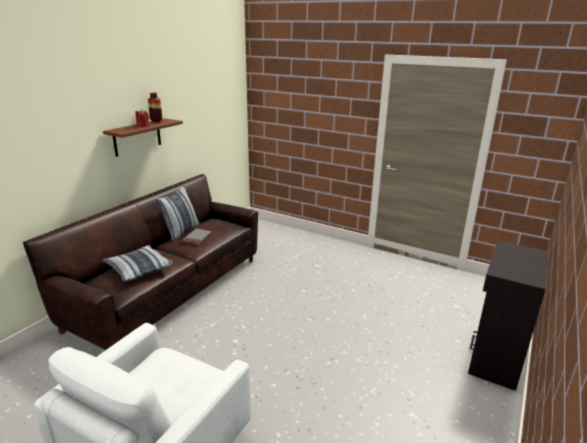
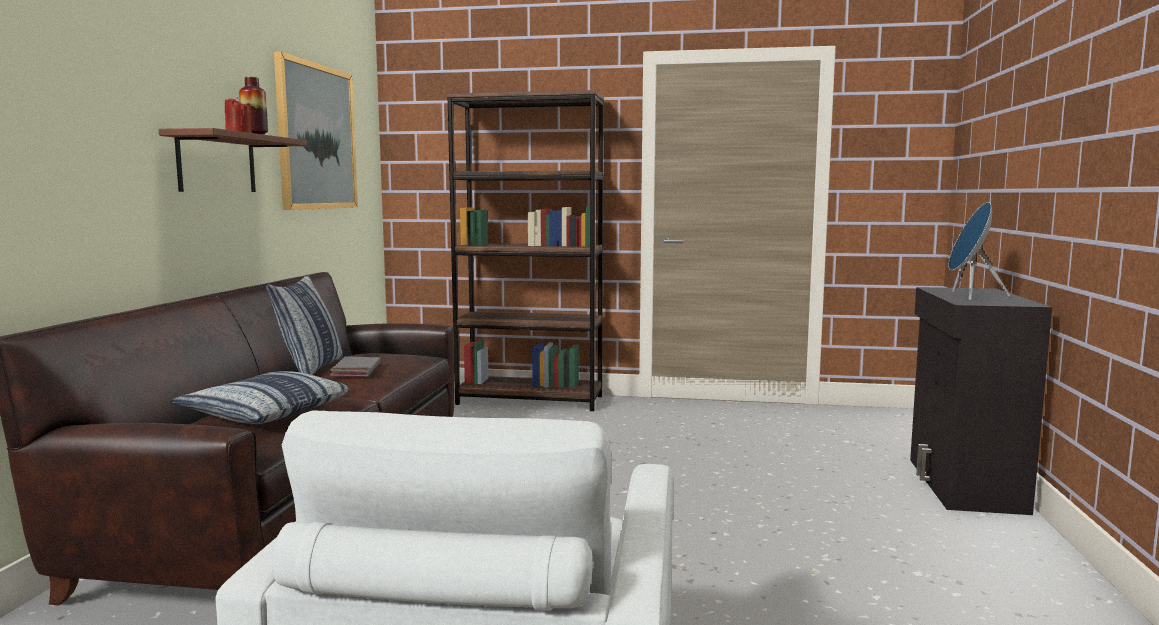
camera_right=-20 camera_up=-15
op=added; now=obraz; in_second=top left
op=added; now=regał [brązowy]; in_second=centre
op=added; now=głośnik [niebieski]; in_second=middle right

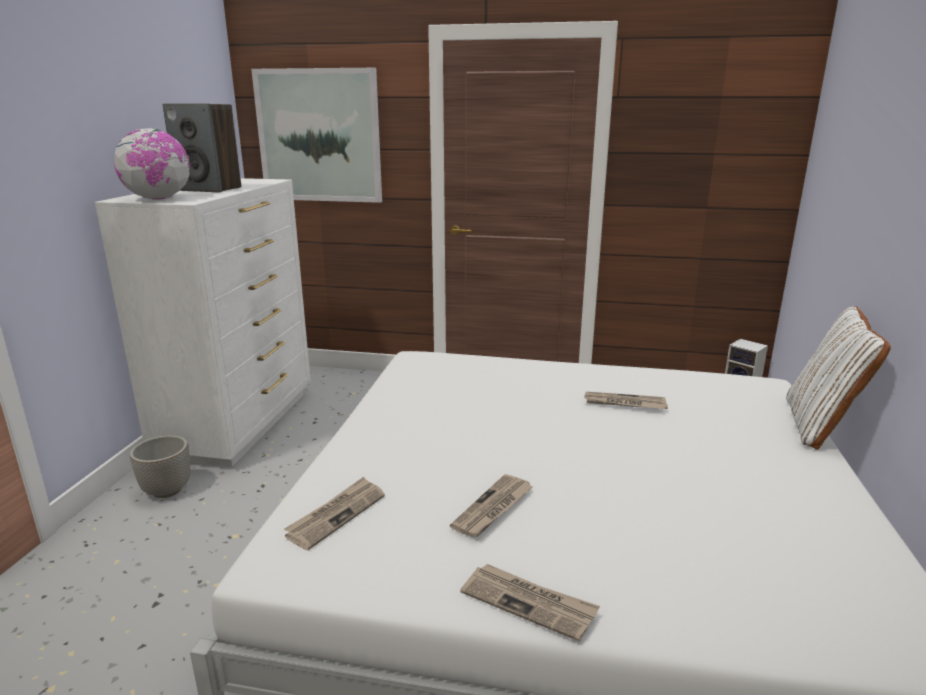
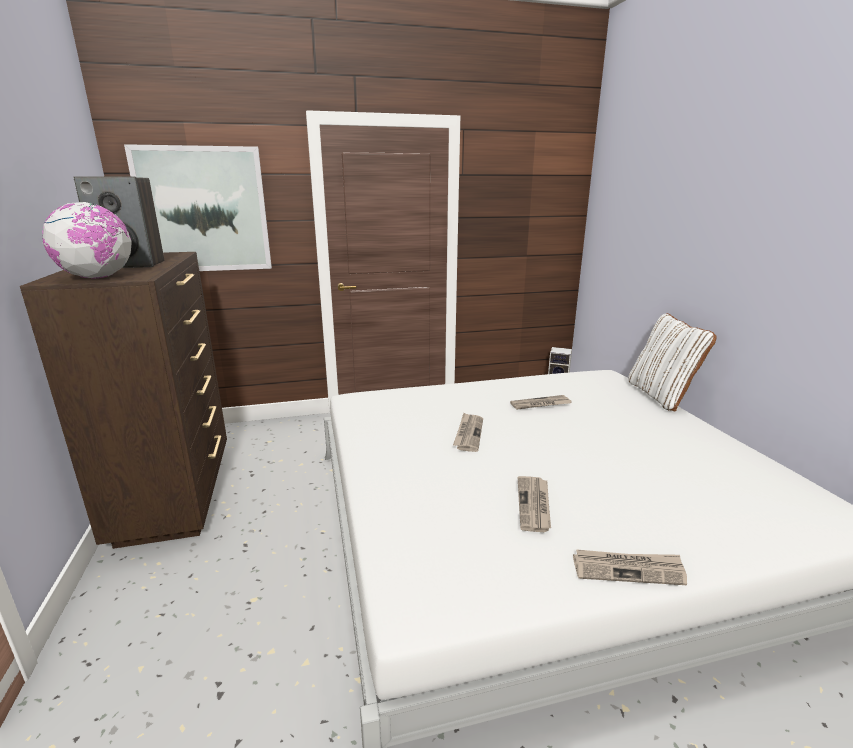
camera_right=-25 camera_up=0
op=recoloured; was=komoda [biały]; now=komoda [brązowy]; in_first=middle left; in_second=middle left
op=removed; was=donica; in_first=bottom left
op=moved; was=gazeta (1st from left); in_first=bottom centre; in_second=centre

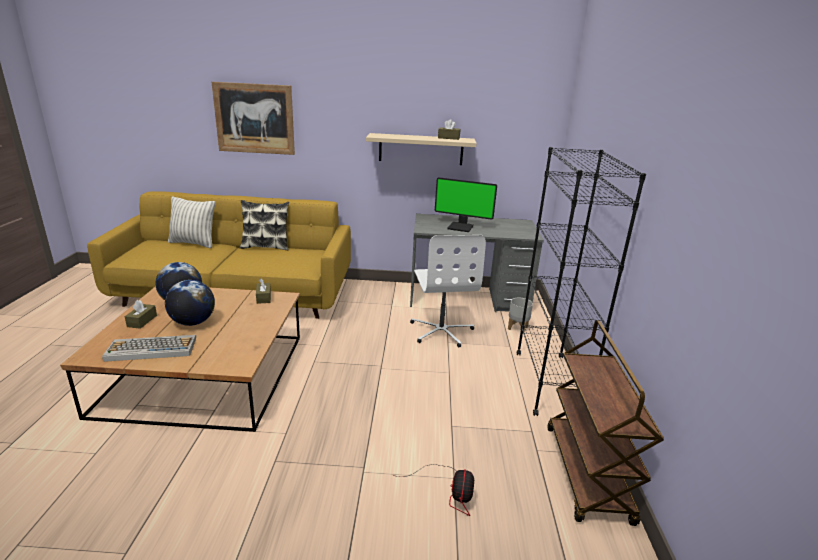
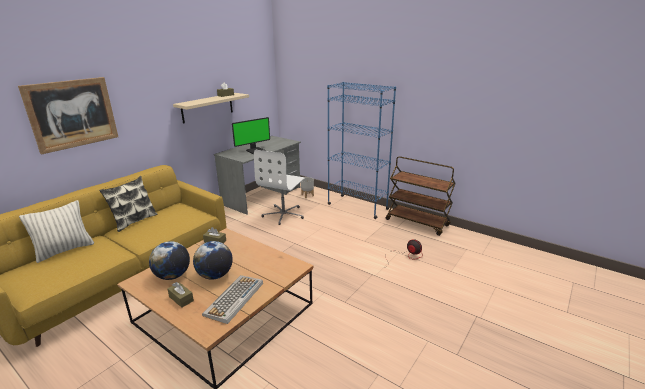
camera_right=-55 camera_up=0
op=recoloured; was=regał [czarny]; now=regał [niebieski]; in_first=middle right; in_second=centre
op=turned; was=krzesło biurowe [biały]; in_first=centre; in_second=centre; clockwise=90

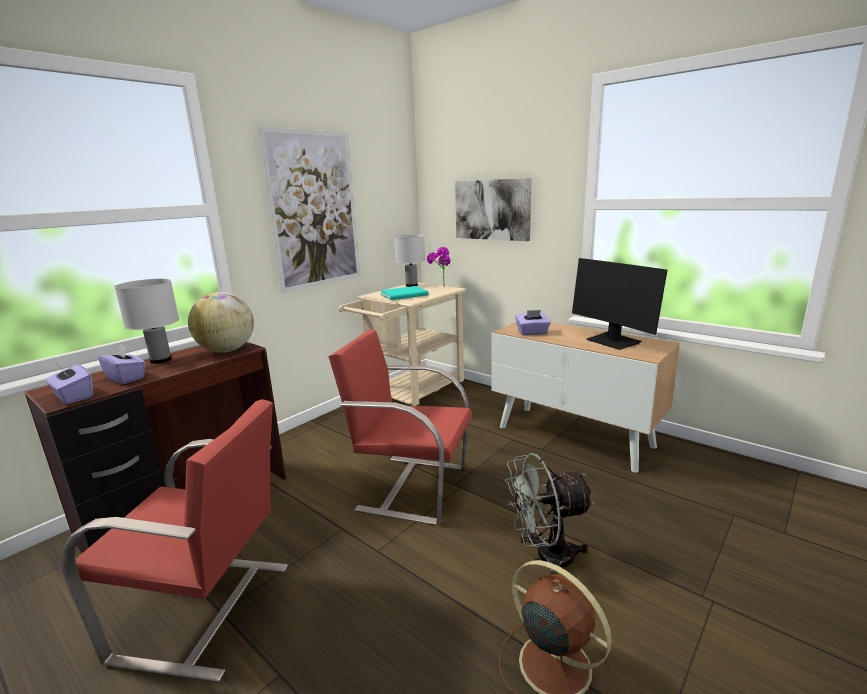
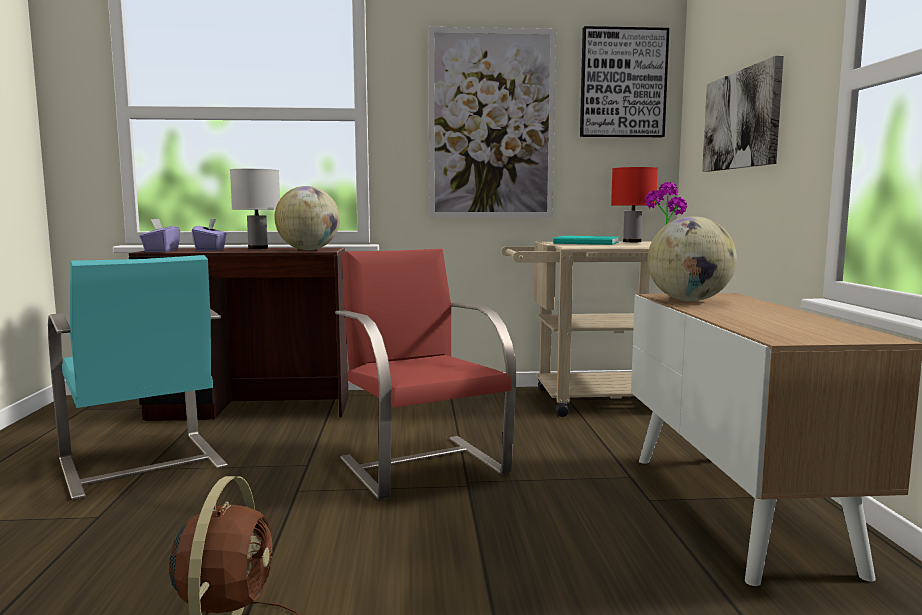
camera_right=45 camera_up=-10
op=recoloured; was=lampa stołowa [biały] (2nd from left); now=lampa stołowa [czerwony]; in_first=centre; in_second=top right
op=removed; was=monitor; in_first=middle right
op=replaced; was=pudełko chusteczek [fioletowy] (3rd from left); now=globus (2nd from left); in_first=centre; in_second=middle right
op=recoloured; was=krzesło [czerwony] (1st from left); now=krzesło [turkusowy]; in_first=bottom left; in_second=middle left
op=removed; was=wentylator [szary]; in_first=bottom centre
op=added; now=obraz (2nd from left); in_second=top right

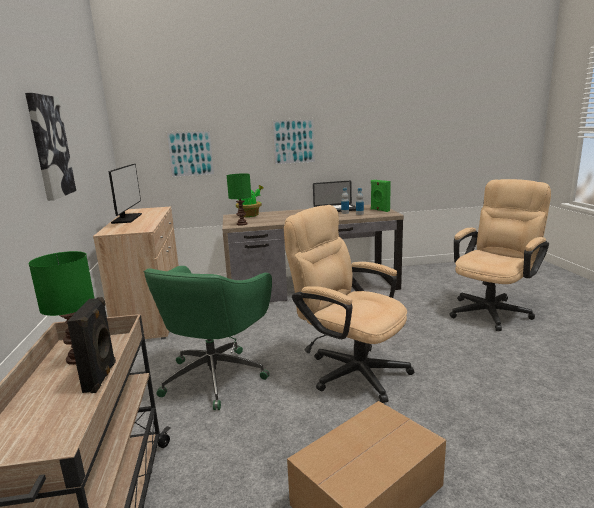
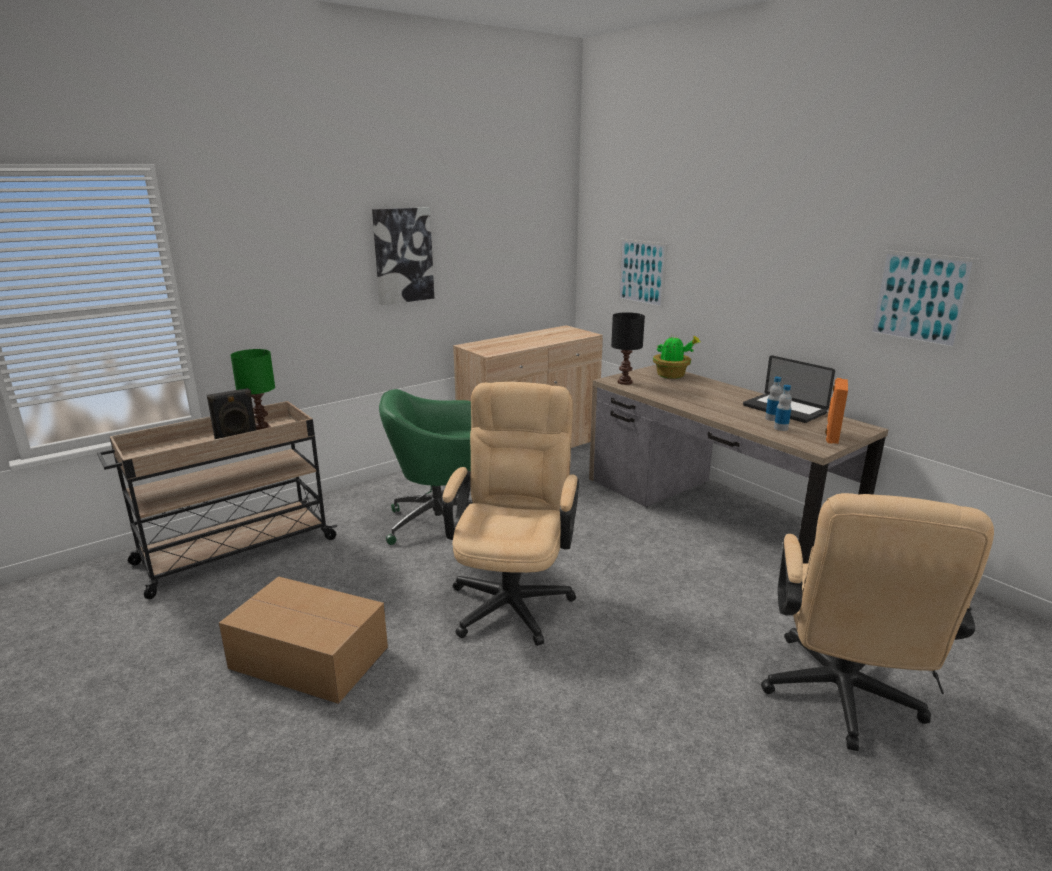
camera_right=60 camera_up=5
op=moved; was=obraz (3rd from left); in_first=top centre; in_second=middle right
op=removed; was=monitor; in_first=middle left
op=recoloured; was=lampa stołowa [zielony] (2nd from left); now=lampa stołowa [czarny]; in_first=centre; in_second=centre
op=turned; was=krzesło biurowe [beżowy] (2nd from left); in_first=middle right; in_second=bottom right; clockwise=90
op=recoloured; was=głośnik [zielony]; now=głośnik [pomarańczowy]; in_first=centre; in_second=middle right

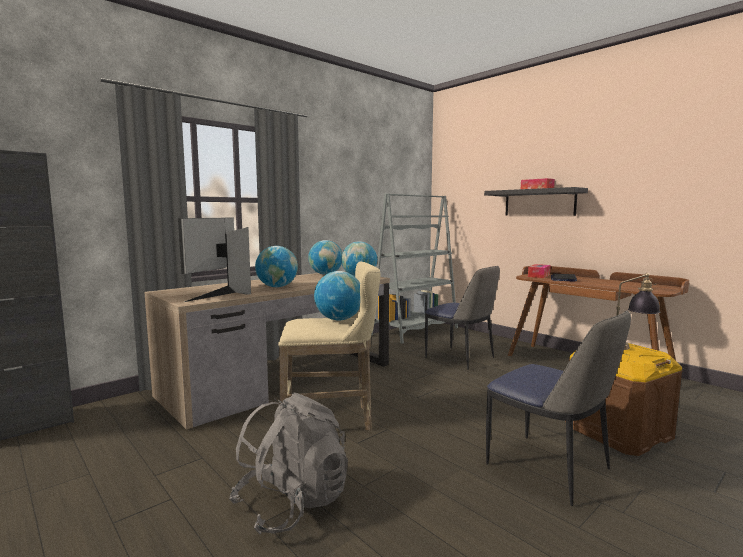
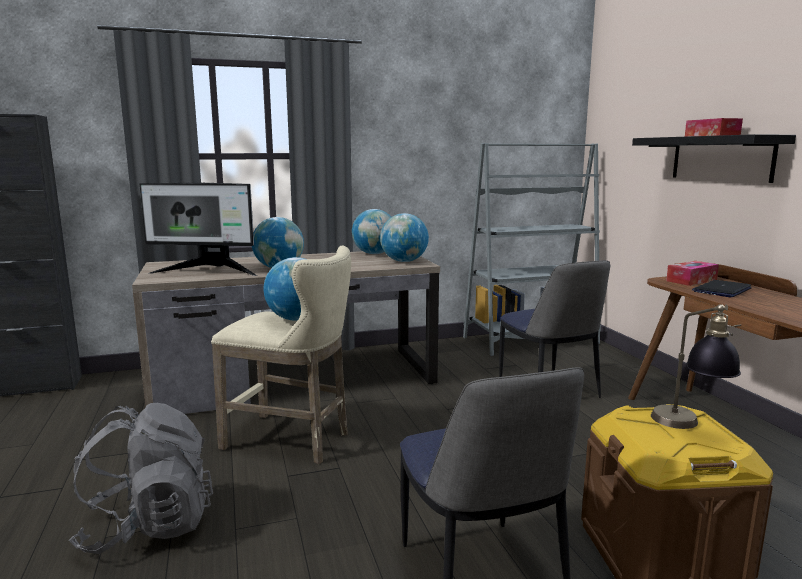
camera_right=25 camera_up=5
op=turned; was=monitor; in_first=middle left; in_second=middle left; clockwise=-120

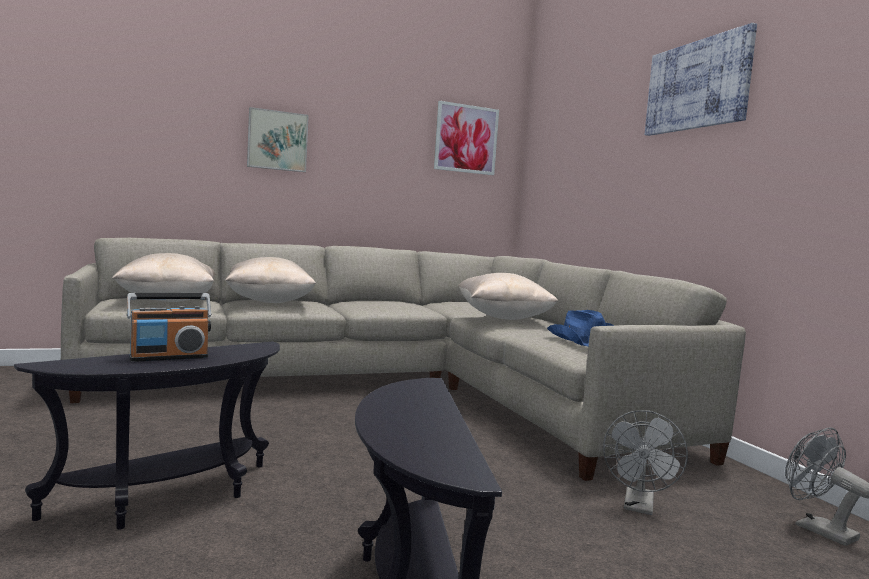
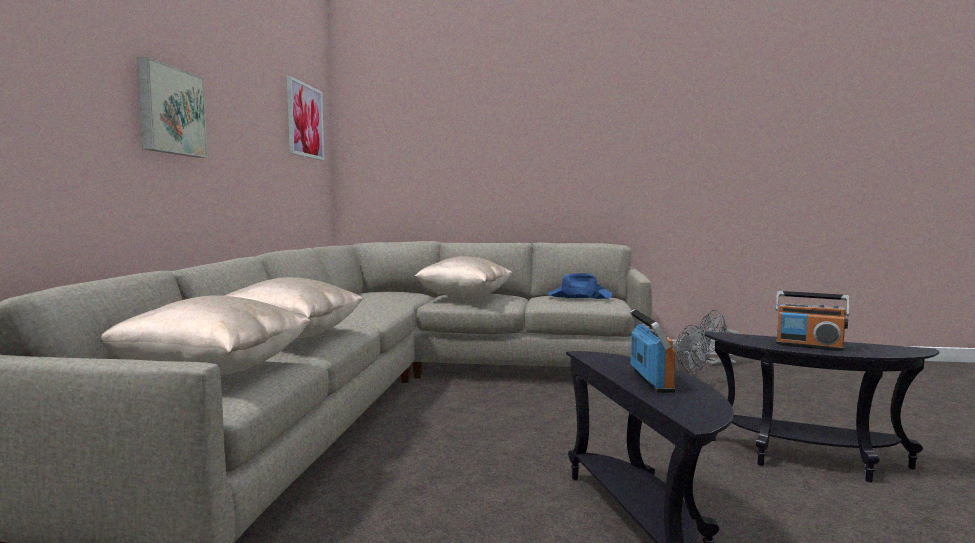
camera_right=-60 camera_up=0
op=removed; was=obraz (3rd from left); in_first=top right
op=added; now=radio (2nd from left); in_second=middle right

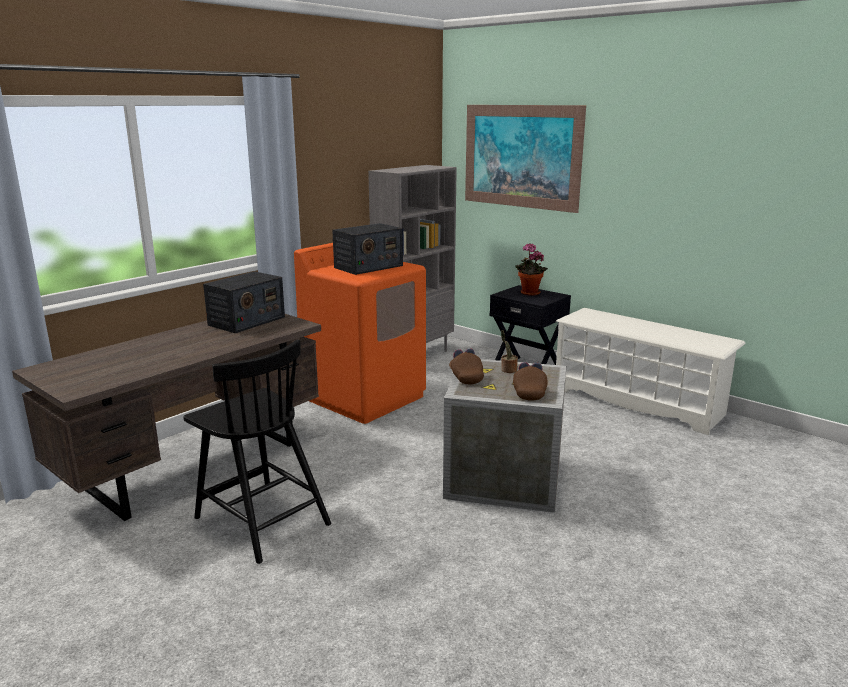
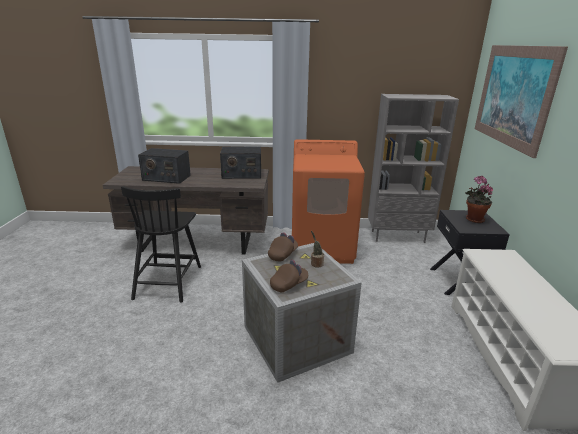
camera_right=50 camera_up=5
op=moved; was=radio (2nd from left in the first image); now=radio (1st from left); in_first=centre; in_second=middle left

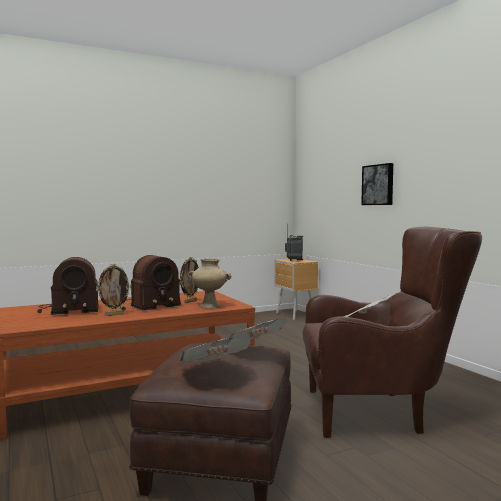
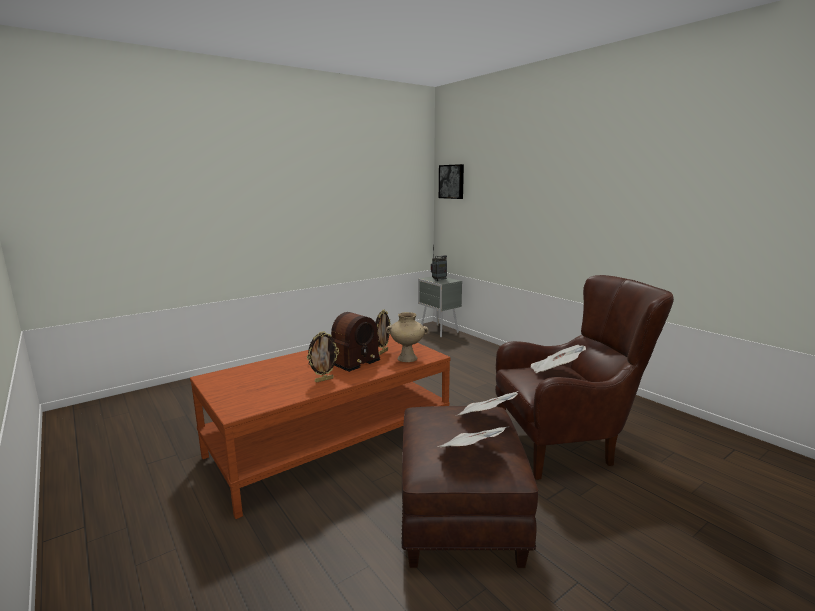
camera_right=-10 camera_up=10
op=moved; was=obraz; in_first=middle right; in_second=top centre
op=removed; was=radio (1st from left); in_first=middle left
op=recoloured; was=szafka nocna [brązowy]; now=szafka nocna [szary]; in_first=centre; in_second=centre

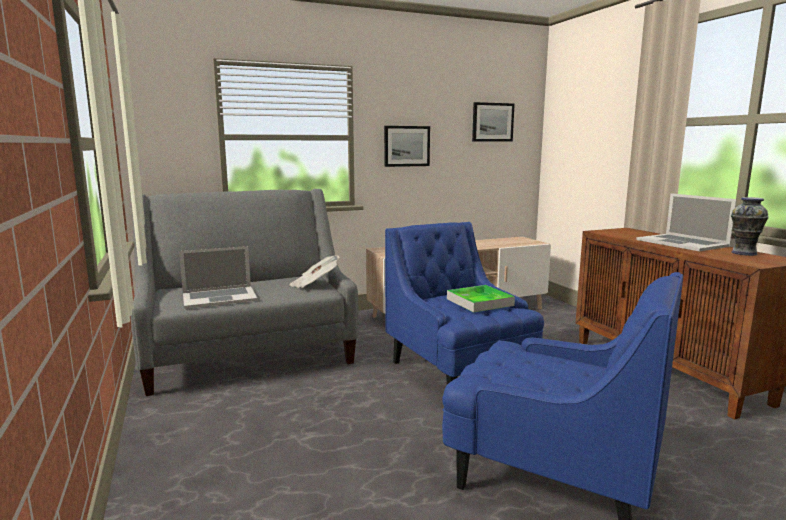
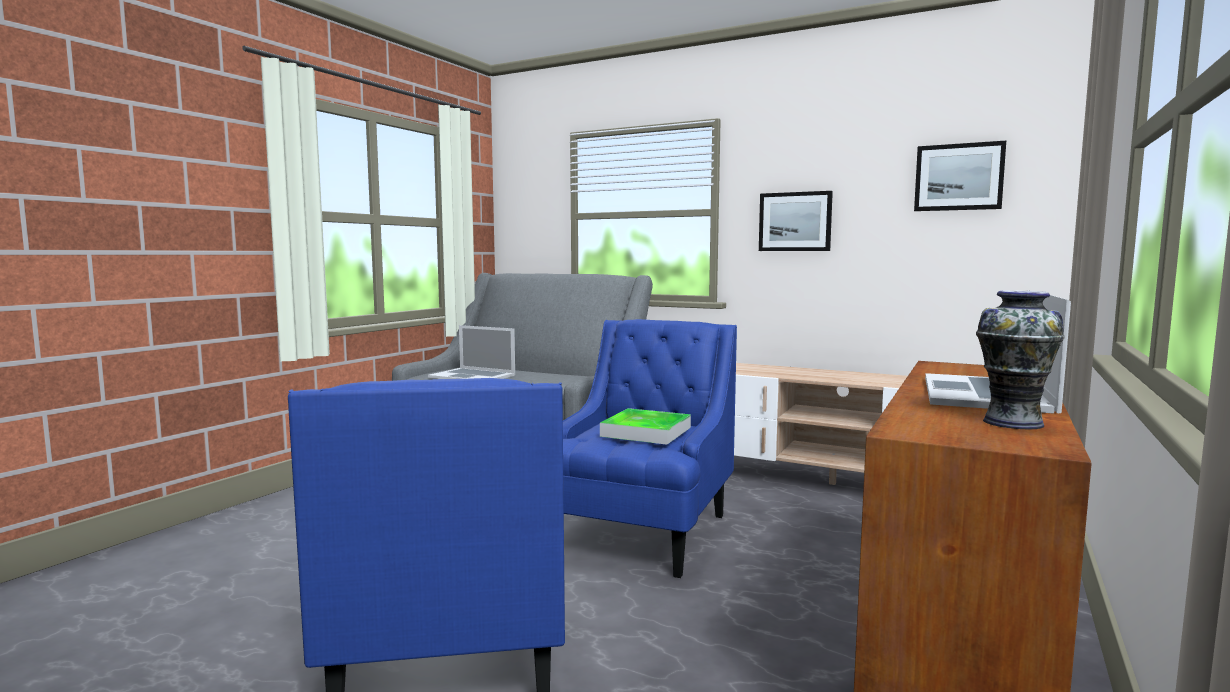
camera_right=50 camera_up=-5
op=removed; was=gazeta; in_first=centre

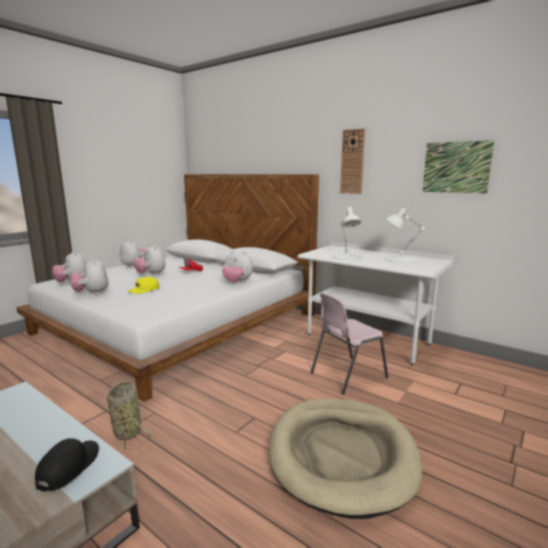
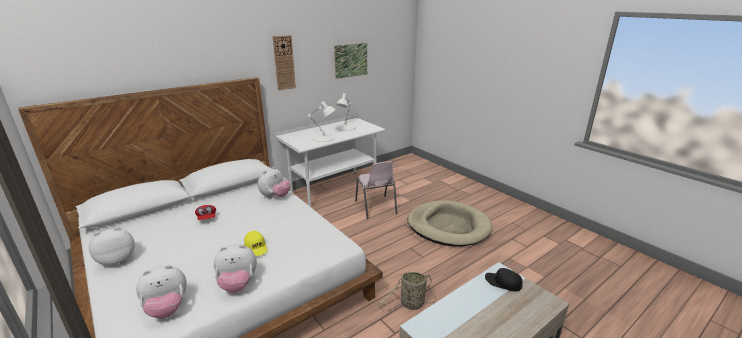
camera_right=-75 camera_up=10
op=removed; was=pluszak (4th from left); in_first=middle left

